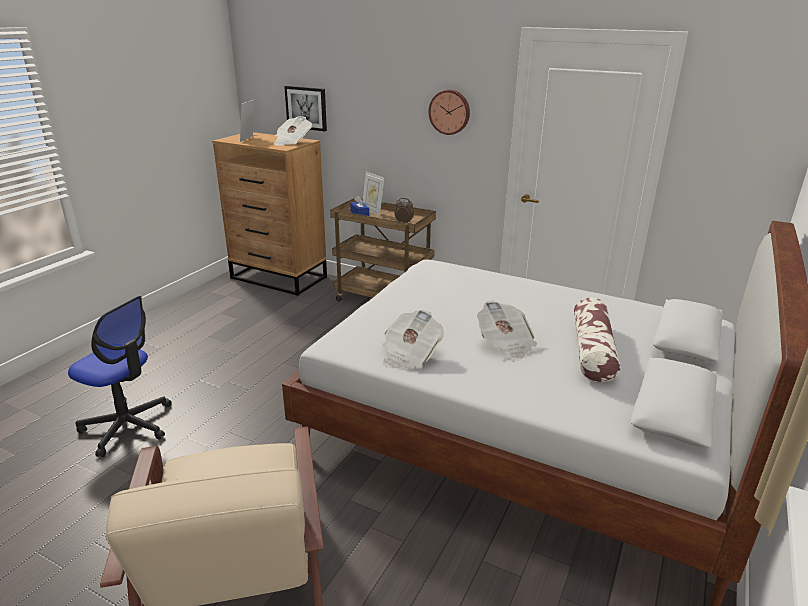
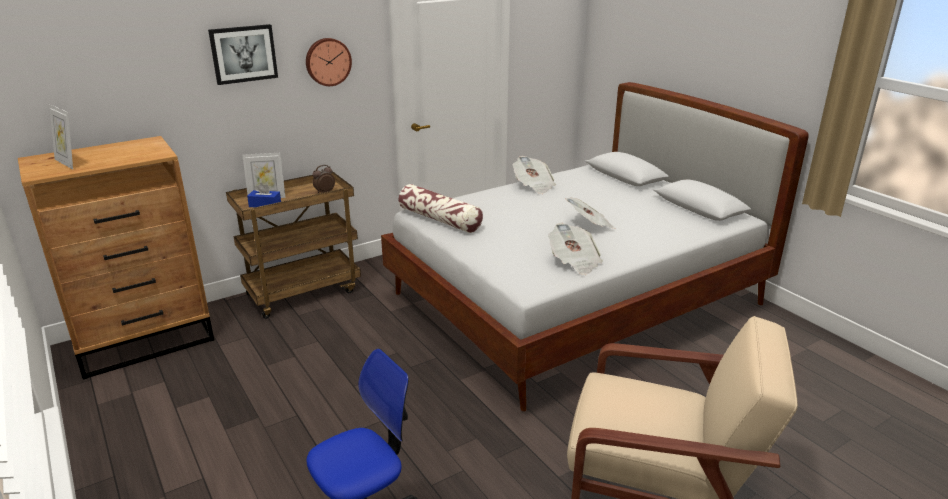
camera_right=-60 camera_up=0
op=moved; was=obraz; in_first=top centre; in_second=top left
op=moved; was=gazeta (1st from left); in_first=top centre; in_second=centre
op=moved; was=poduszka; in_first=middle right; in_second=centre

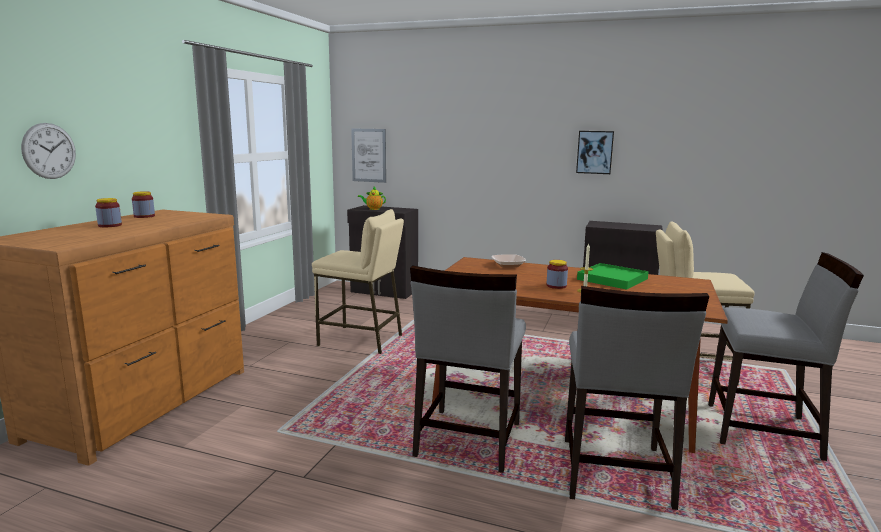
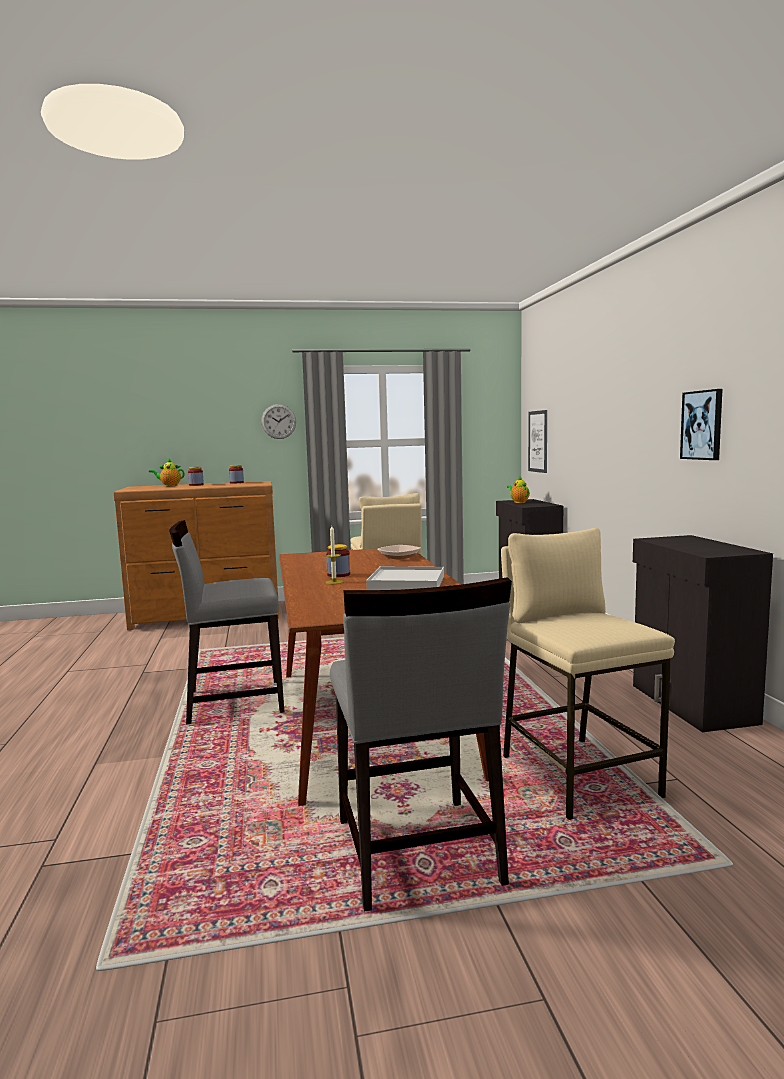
camera_right=60 camera_up=-5
op=moved; was=zegar ścienny; in_first=top left; in_second=centre
op=recoloured; was=taca [zielony]; now=taca [biały]; in_first=middle right; in_second=centre
op=removed; was=krzesło [szary] (2nd from left); in_first=bottom right
op=added; now=imbryk (1st from left); in_second=middle left

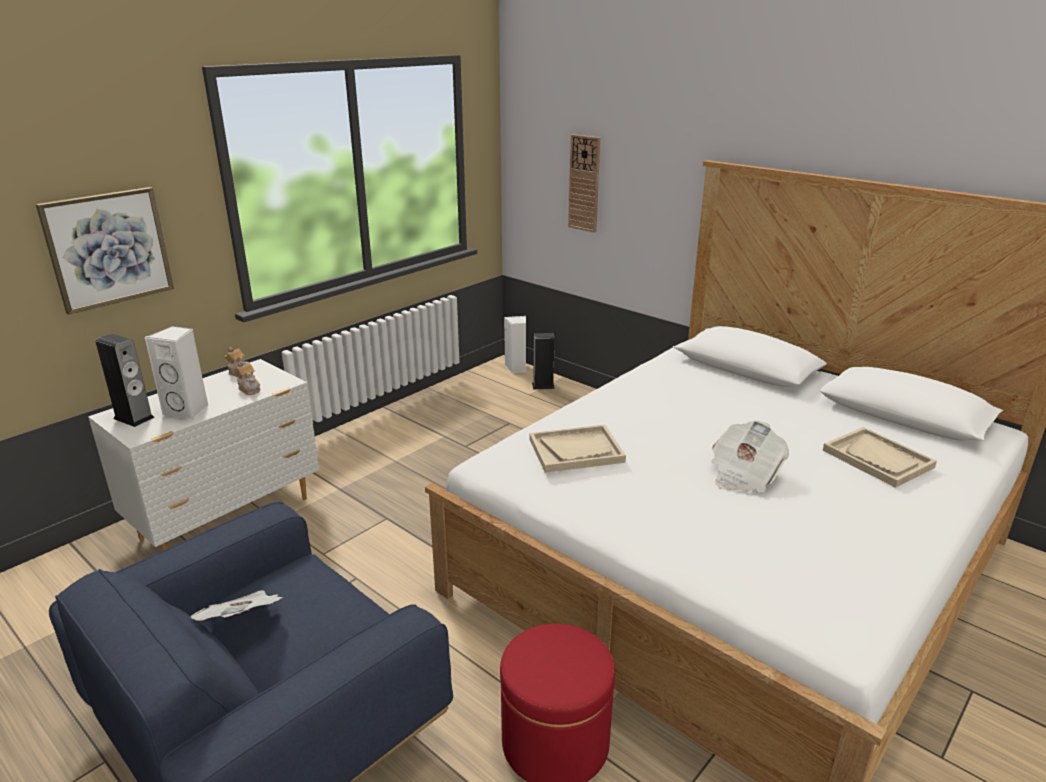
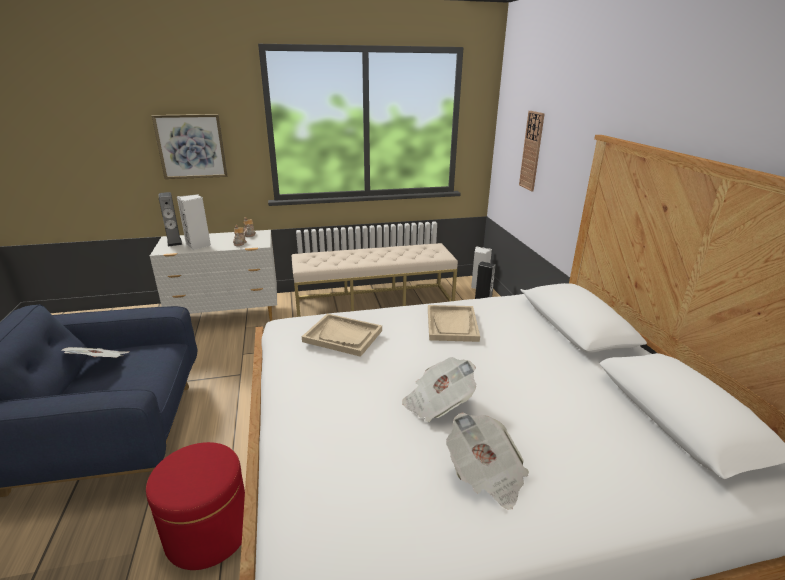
camera_right=35 camera_up=0
op=moved; was=taca [beżowy] (2nd from left); in_first=middle right; in_second=centre
op=added; now=ławka [beżowy]; in_second=centre
op=added; now=gazeta (3rd from left); in_second=bottom centre

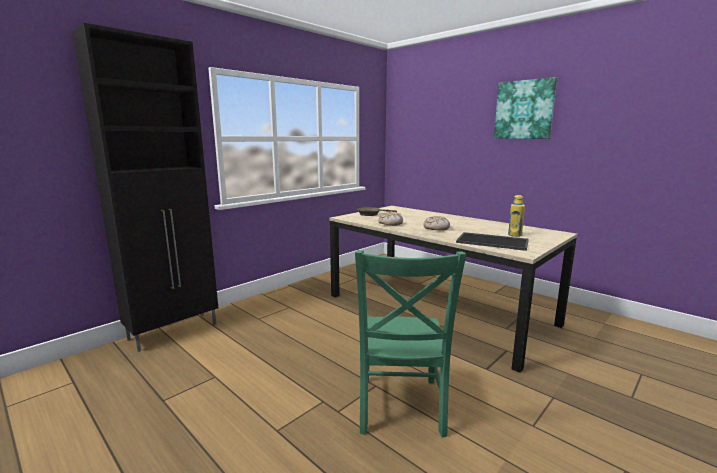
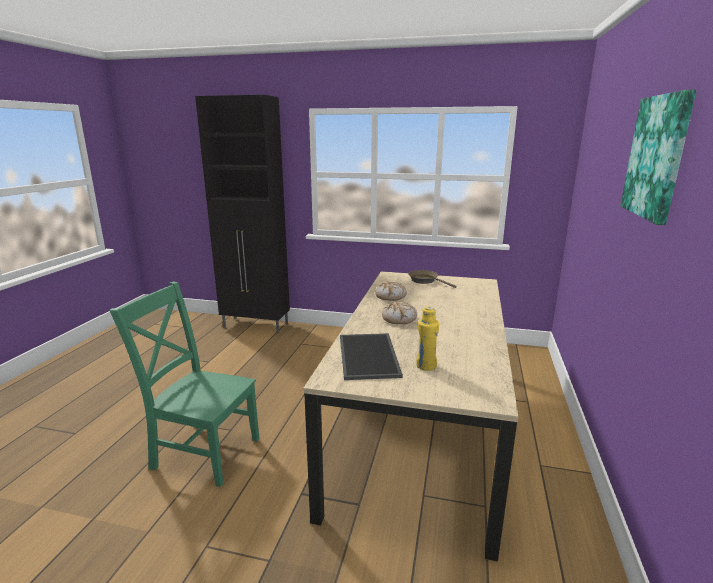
camera_right=60 camera_up=5
op=turned; was=krzesło [zielony]; in_first=bottom centre; in_second=middle left; clockwise=45

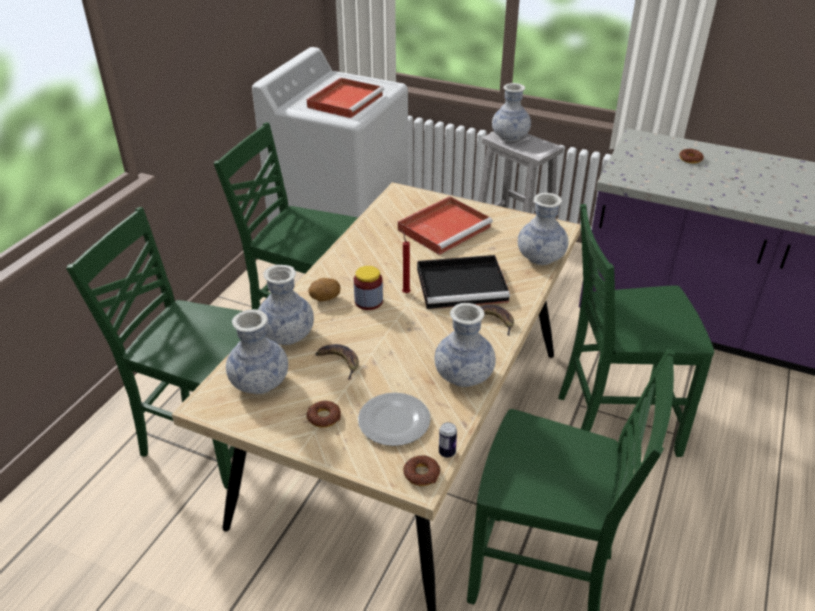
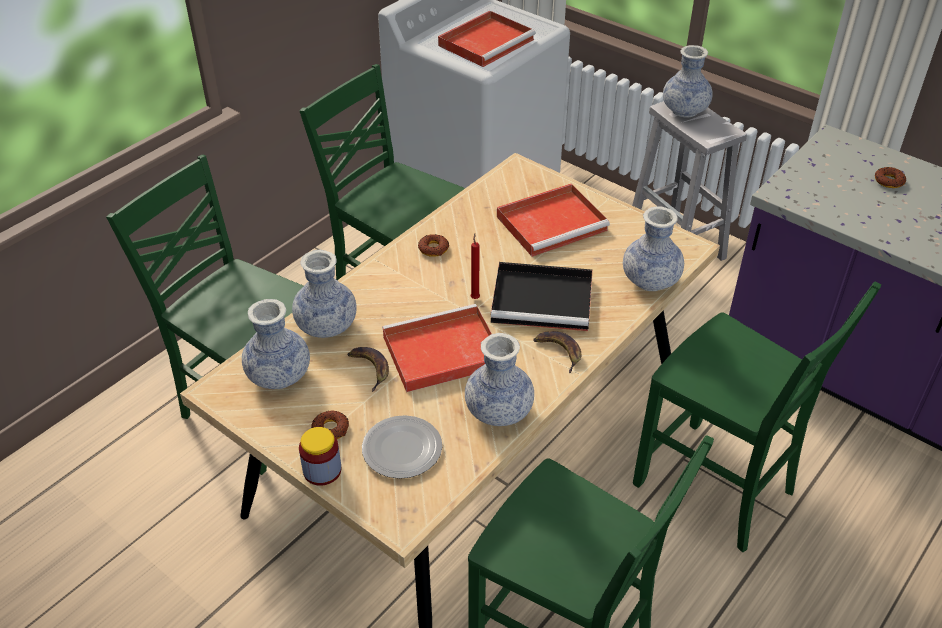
camera_right=15 camera_up=5
op=turned; was=krzesło [zielony] (4th from left); in_first=middle right; in_second=middle right; clockwise=-150
op=moved; was=słoik; in_first=centre; in_second=bottom centre
op=removed; was=ziemniak; in_first=centre
op=removed; was=puszka; in_first=bottom centre
op=moved; was=donut (2nd from left); in_first=bottom centre; in_second=centre
op=added; now=taca [czerwony] (1st from left); in_second=centre

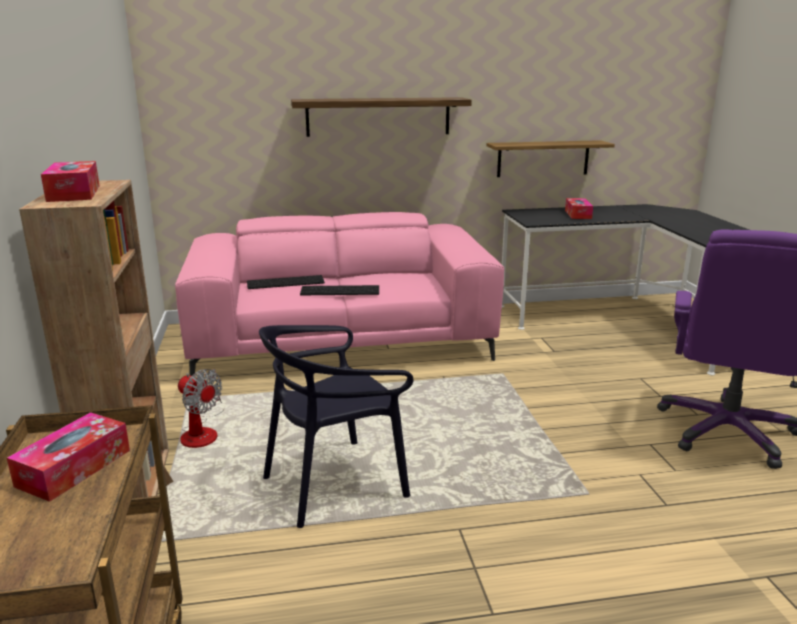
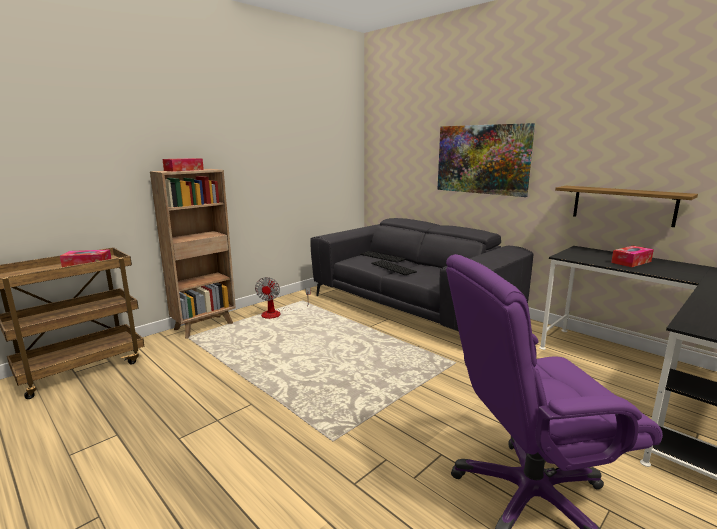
camera_right=55 camera_up=-5
op=replaced; was=półka (1st from left); now=obraz; in_first=top centre; in_second=top right
op=recoloured; was=kanapa [różowy]; now=kanapa [szary]; in_first=centre; in_second=centre
op=removed; was=krzesło [czarny]; in_first=bottom centre

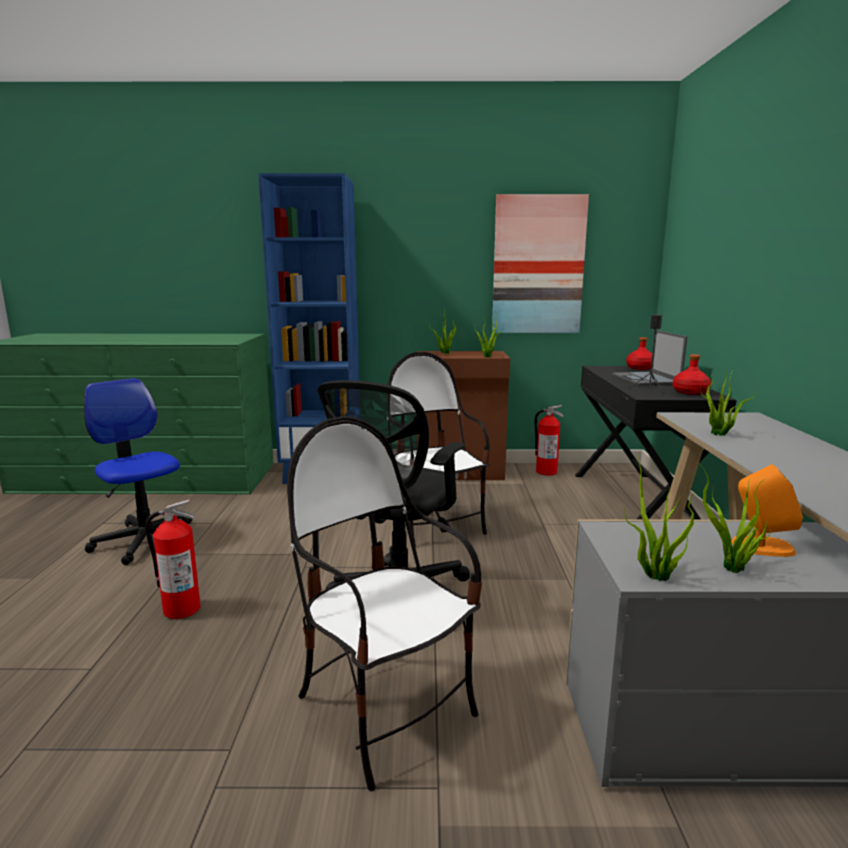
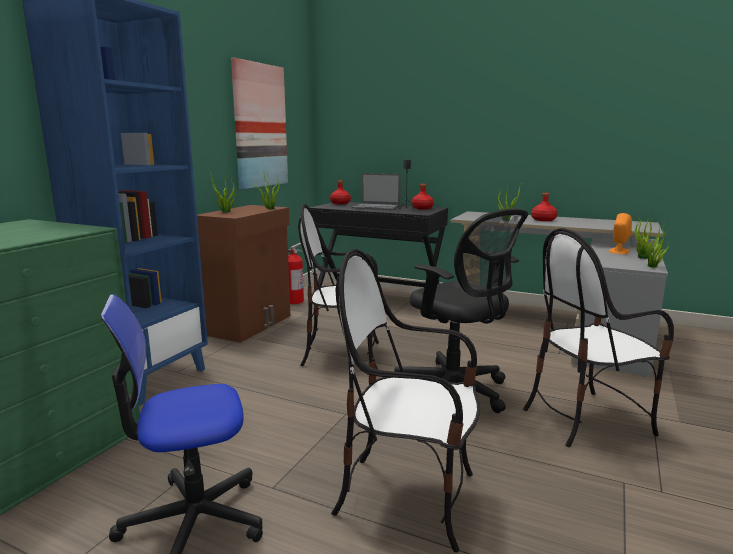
camera_right=-65 camera_up=0
op=replaced; was=gaśnica (1st from left); now=krzesło (2nd from left); in_first=middle left; in_second=bottom centre
op=added; now=butelka [czerwony] (3rd from left); in_second=middle right

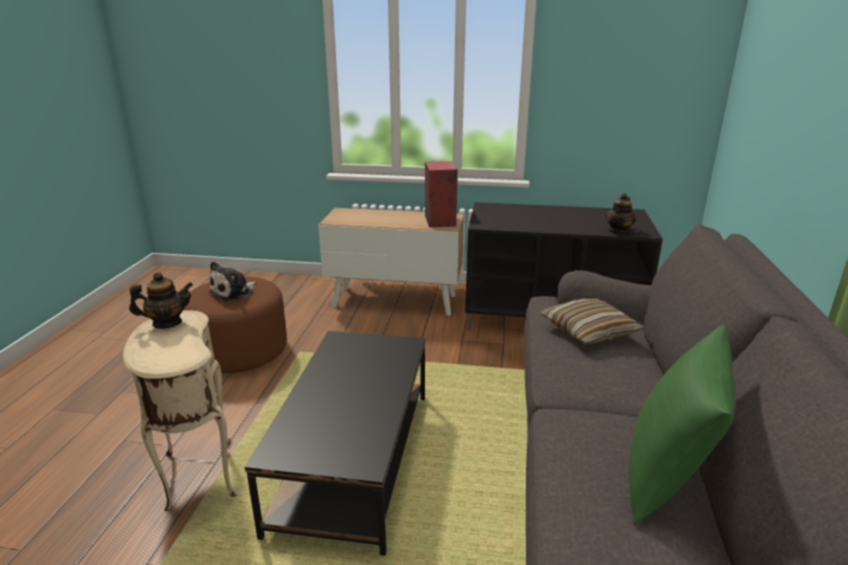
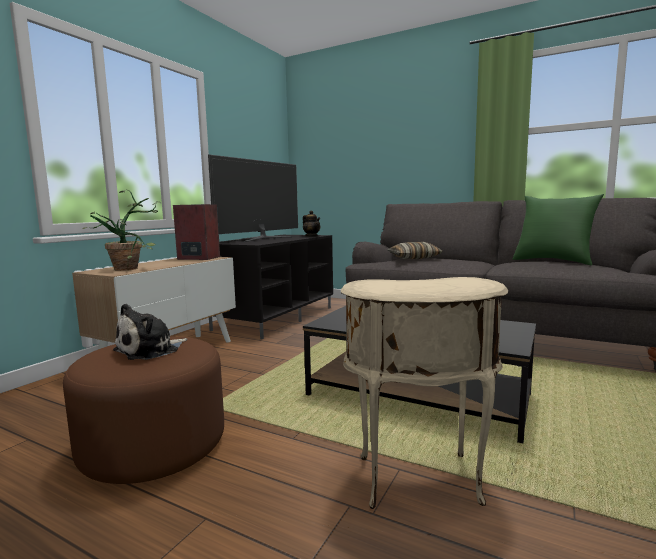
camera_right=-70 camera_up=-15
op=turned; was=pluszak; in_first=middle left; in_second=middle left; clockwise=75
op=removed; was=imbryk (1st from left); in_first=middle left
op=added; now=telewizor; in_second=centre
op=added; now=roślina doniczkowa; in_second=middle left

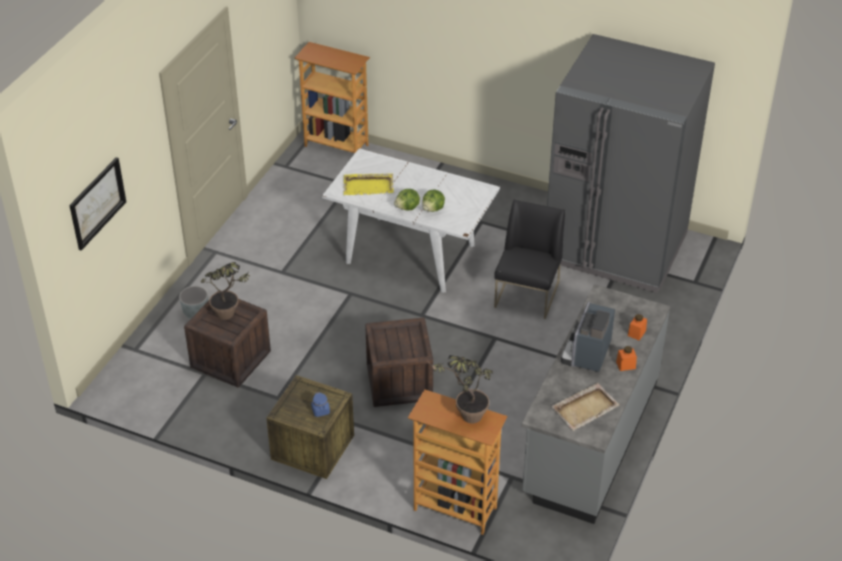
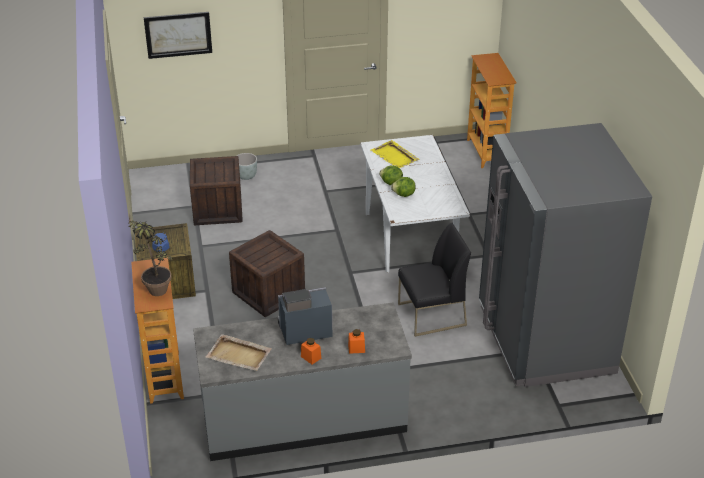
camera_right=55 camera_up=-5
op=removed; was=roślina doniczkowa (1st from left); in_first=middle left

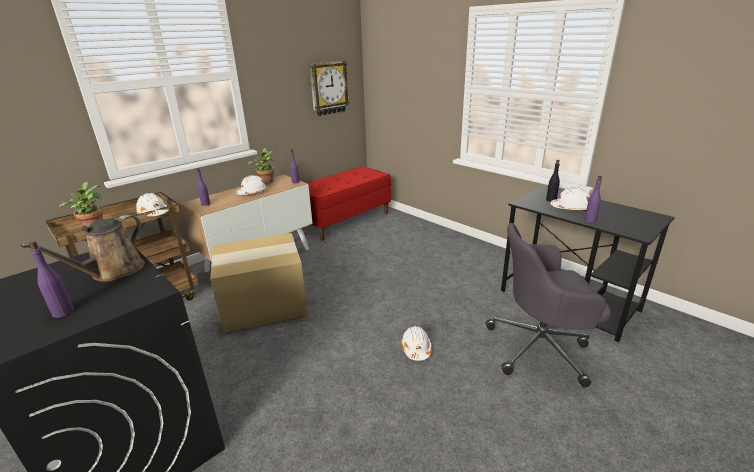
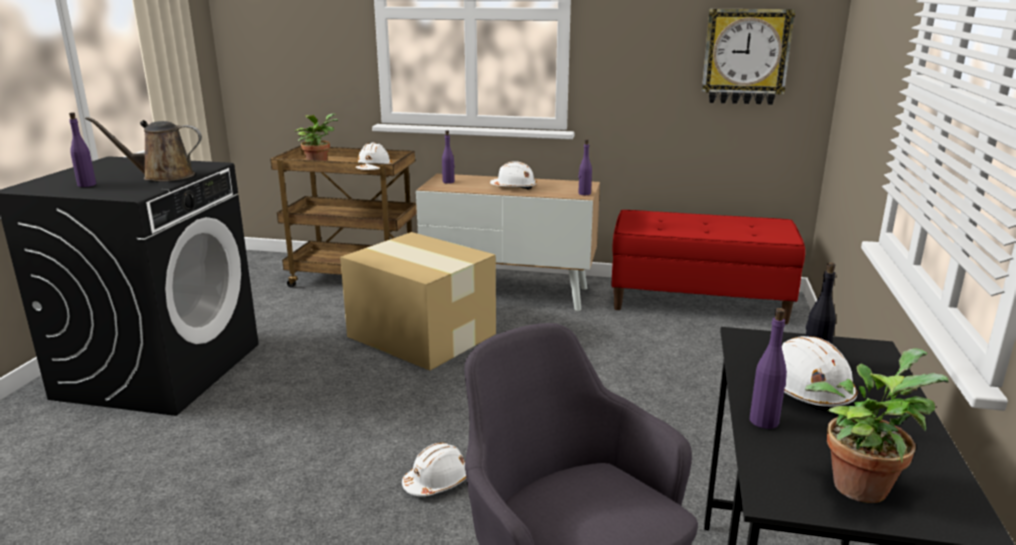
camera_right=55 camera_up=-5
op=moved; was=roślina doniczkowa (2nd from left); in_first=centre; in_second=bottom right

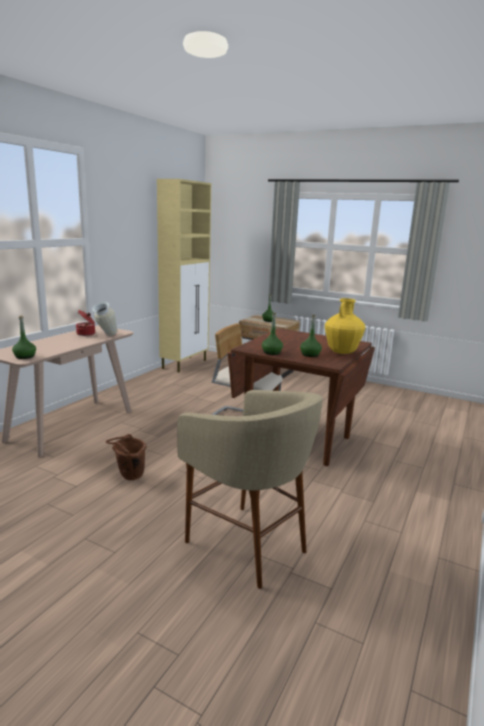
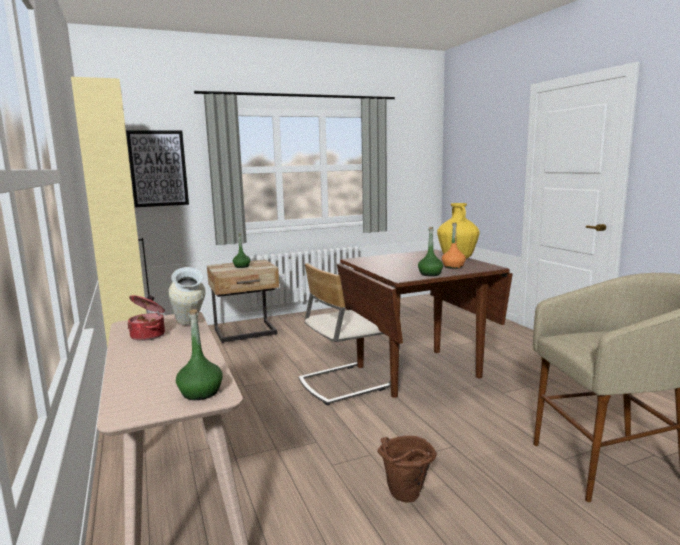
camera_right=-50 camera_up=-5
op=recoloured; was=butelka [zielony] (4th from left); now=butelka [pomarańczowy]; in_first=centre; in_second=middle right
op=added; now=obraz; in_second=top left

